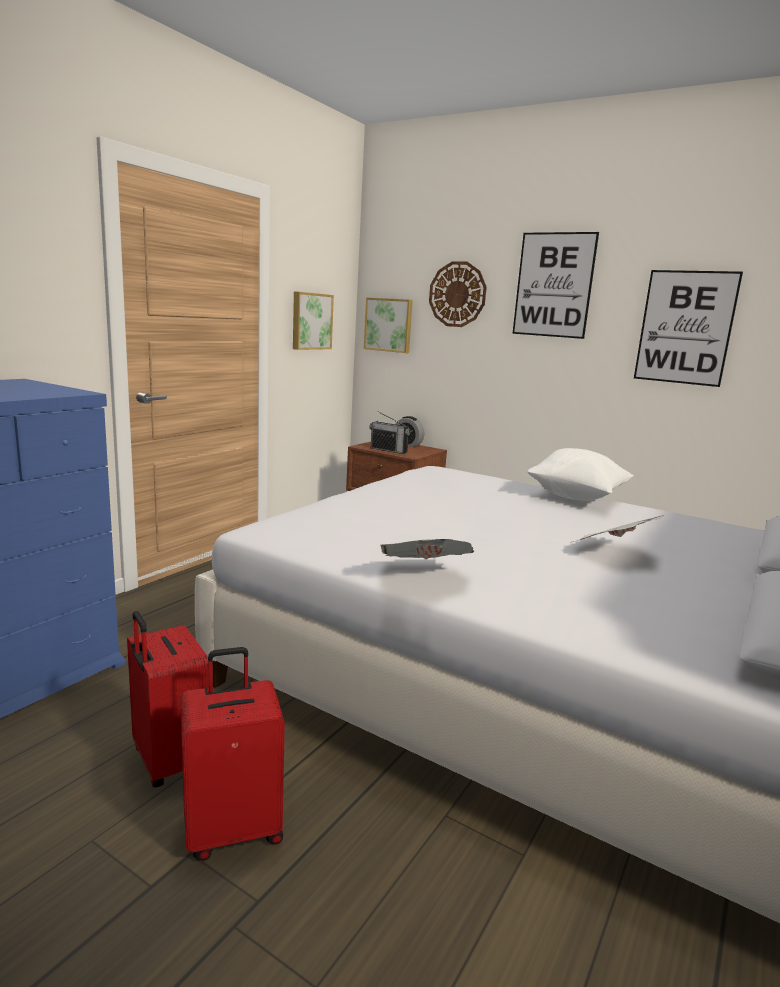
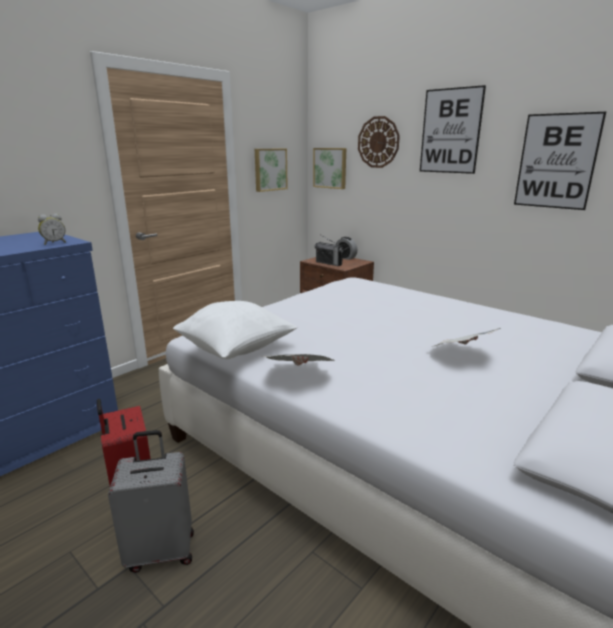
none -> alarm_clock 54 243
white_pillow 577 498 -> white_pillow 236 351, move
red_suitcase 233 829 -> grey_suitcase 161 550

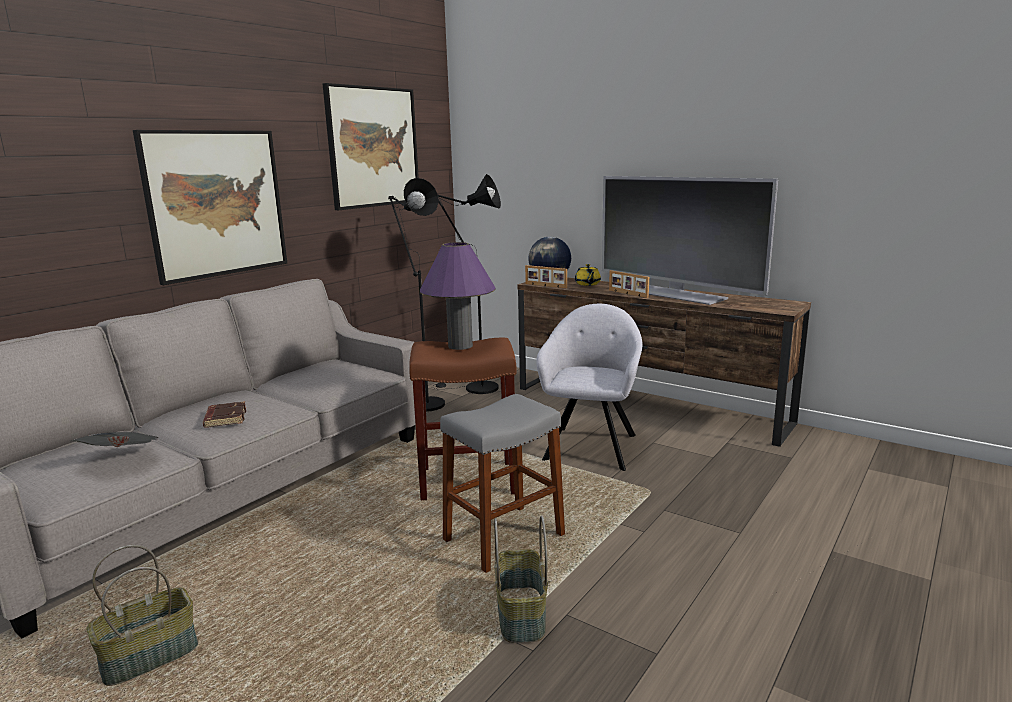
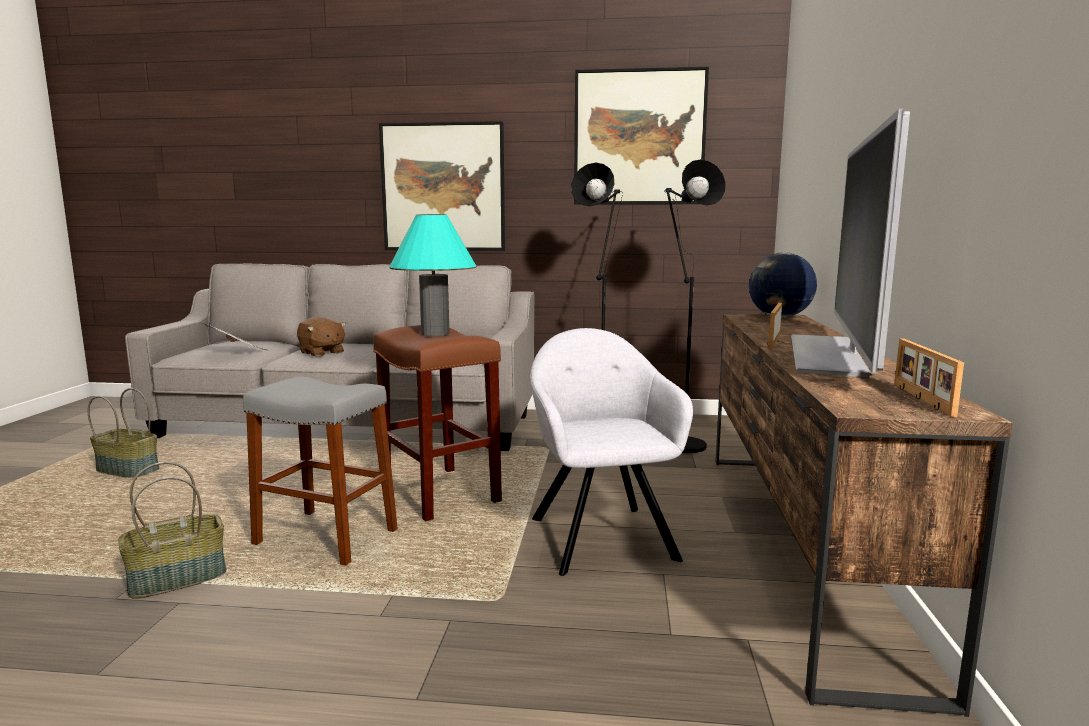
yellow_teapot 587 284 -> none
picture_frame 545 286 -> picture_frame 920 399, move
brown_book 225 418 -> brown_plush_toy 321 353
purple_table_lamp 460 346 -> turquoise_table_lamp 435 333
grey_armchair 591 445 -> grey_armchair 600 534, 90 degrees counterclockwise

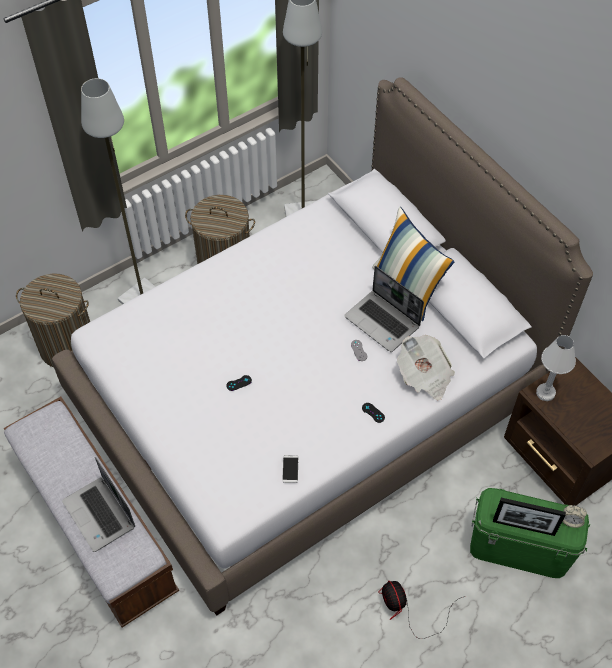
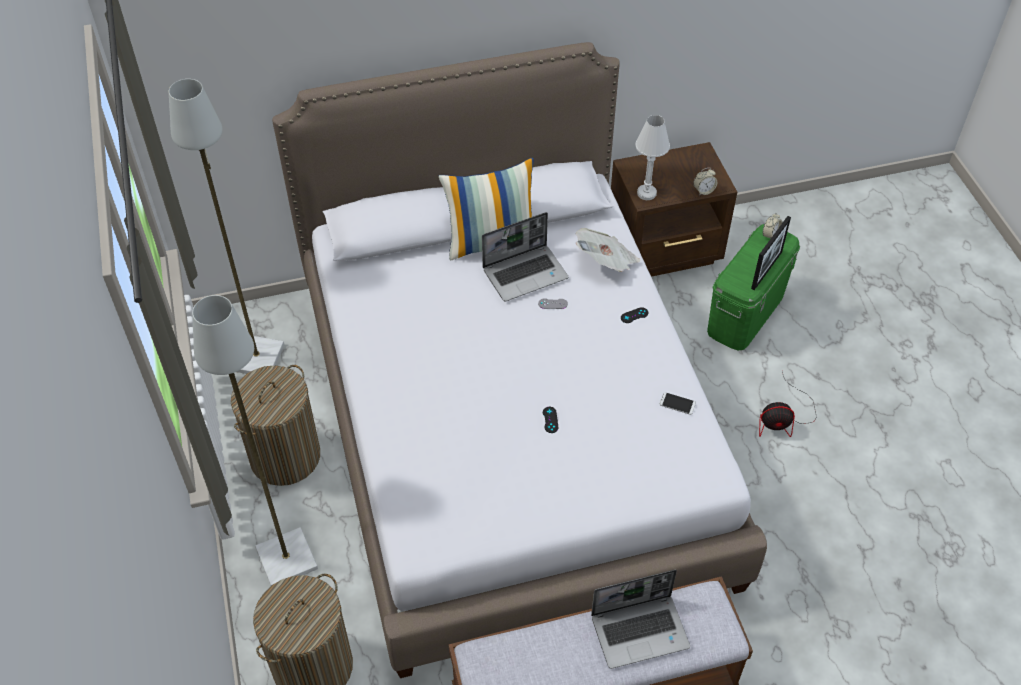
none -> alarm_clock 703 191

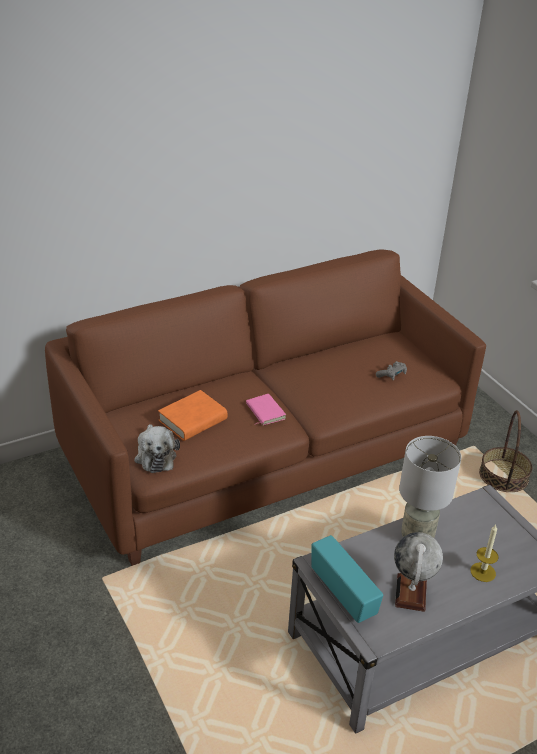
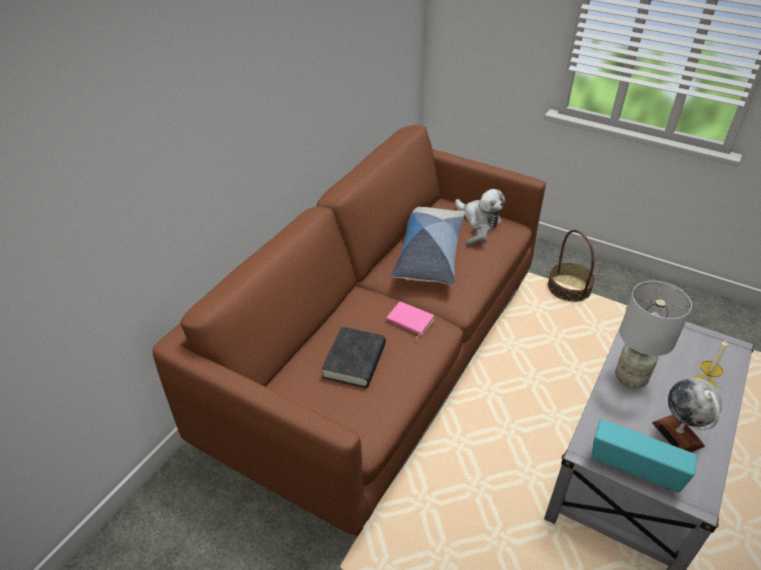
none -> pillow 428 253
plush_toy 155 456 -> plush_toy 479 218, move
orange_book 193 420 -> black_book 354 361

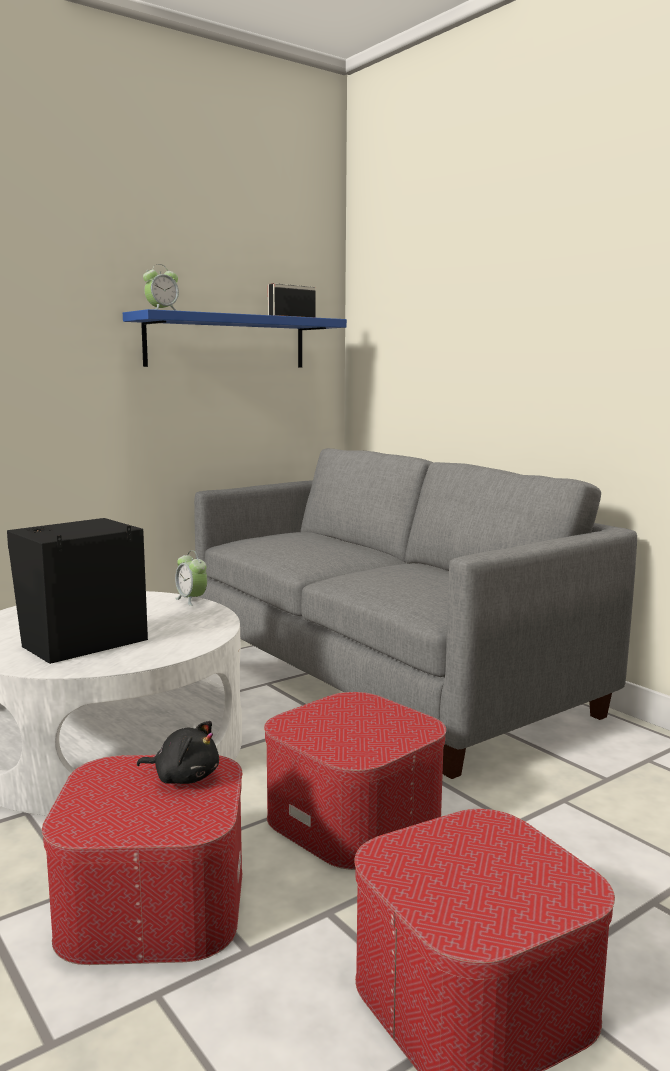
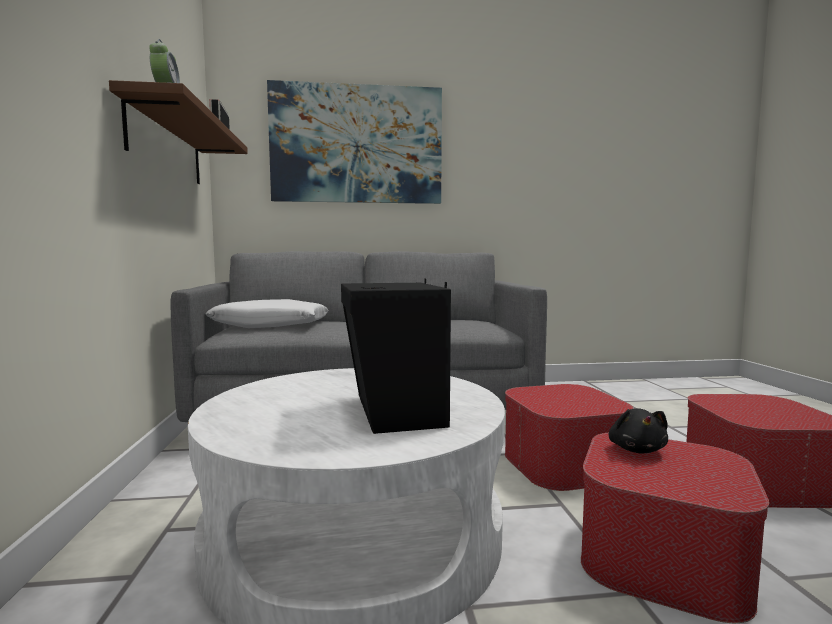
alarm_clock 191 600 -> none
none -> white_pillow 270 325
none -> picture 357 144
blue_shelf 226 342 -> brown_shelf 166 145
black_plush_toy 184 777 -> black_plush_toy 636 449, 135 degrees clockwise

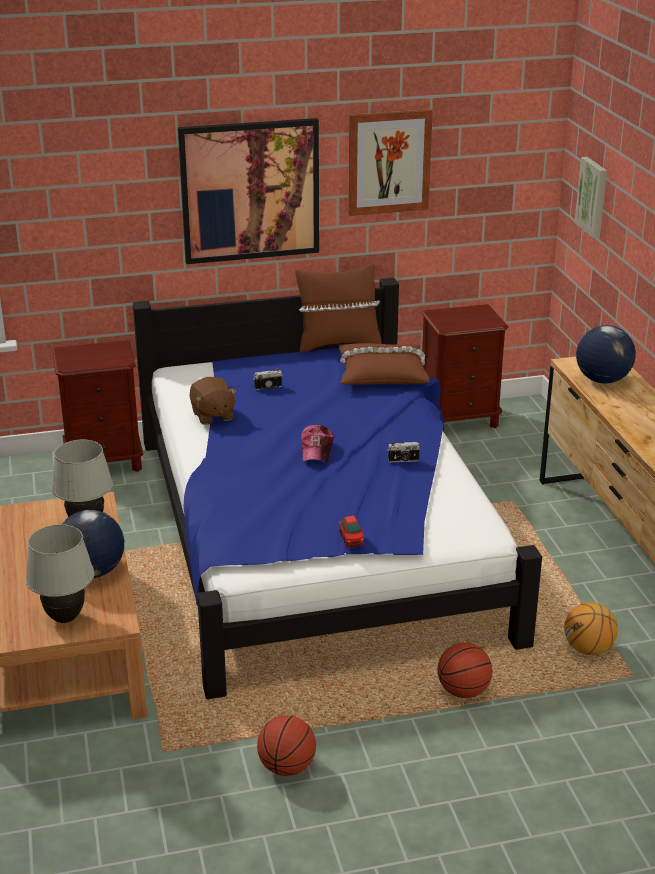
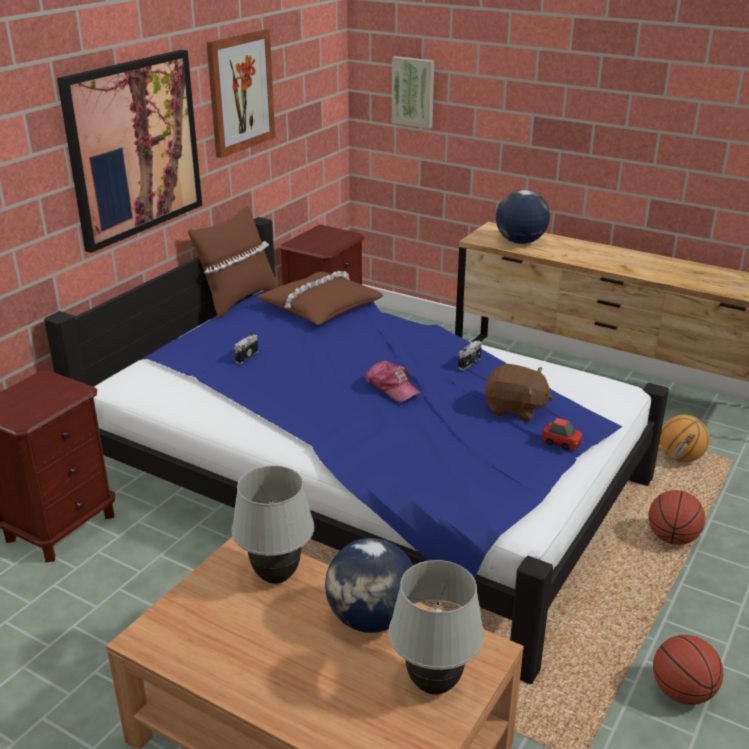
brown_plush_toy 212 416 -> brown_plush_toy 515 409, move

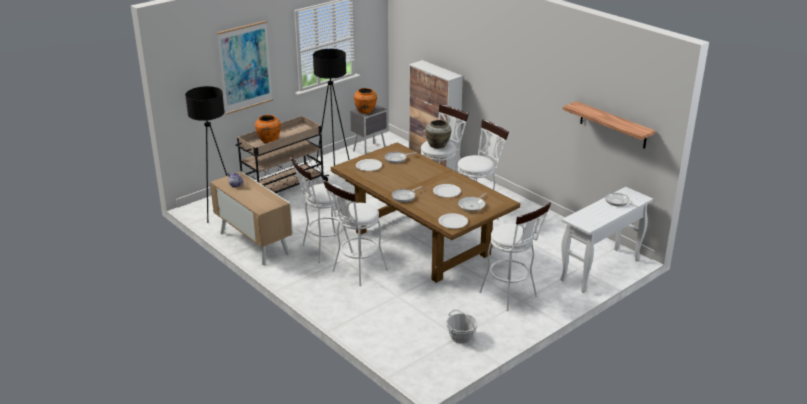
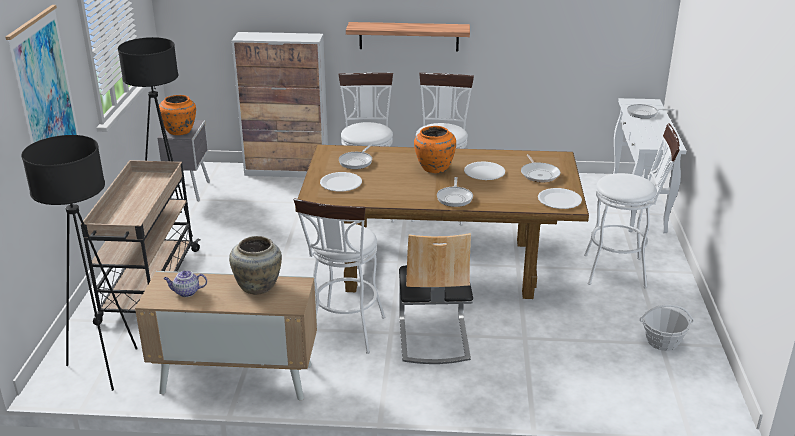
orange_vase 269 140 -> orange_vase 434 168, move
beige_vase 438 145 -> beige_vase 258 286, move
shelf 613 125 -> shelf 409 36, move
white_stool 357 272 -> chair 433 337

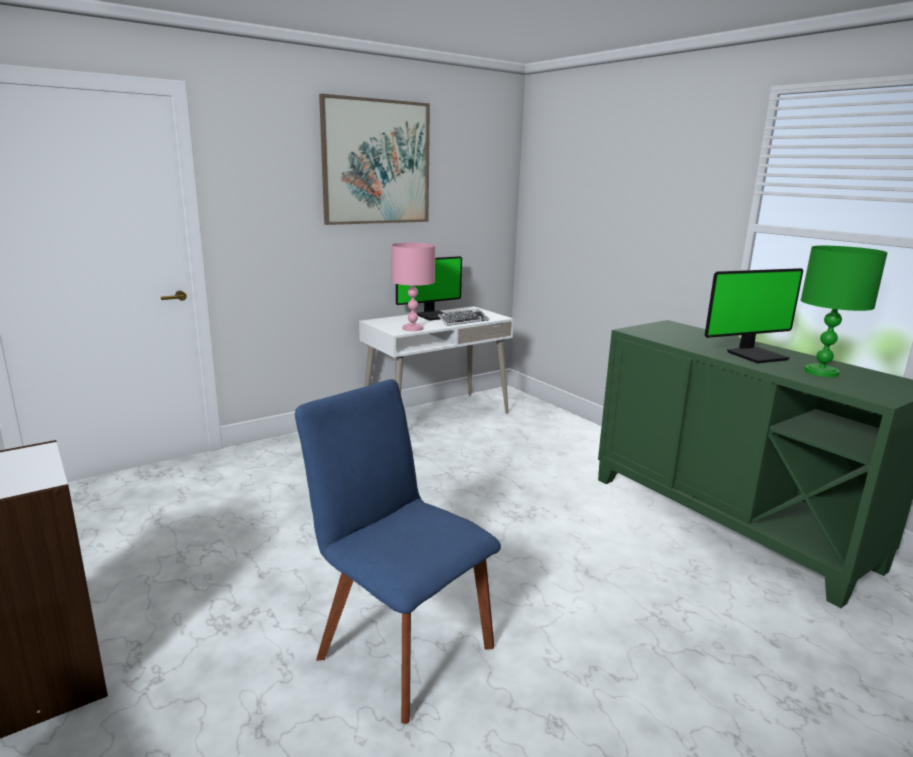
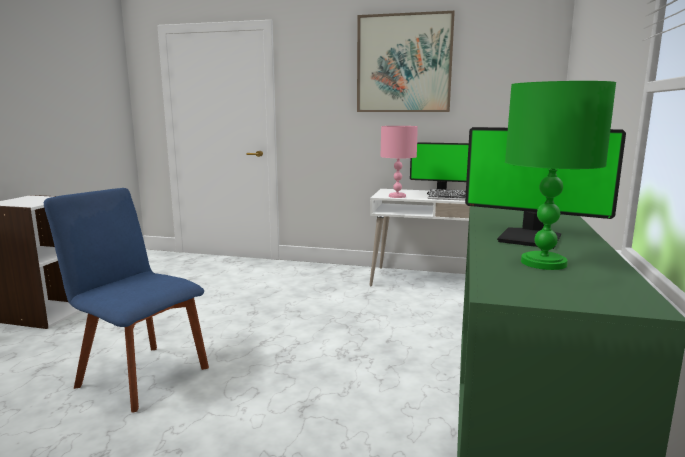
blue_chair 400 647 -> blue_chair 140 375, 60 degrees counterclockwise

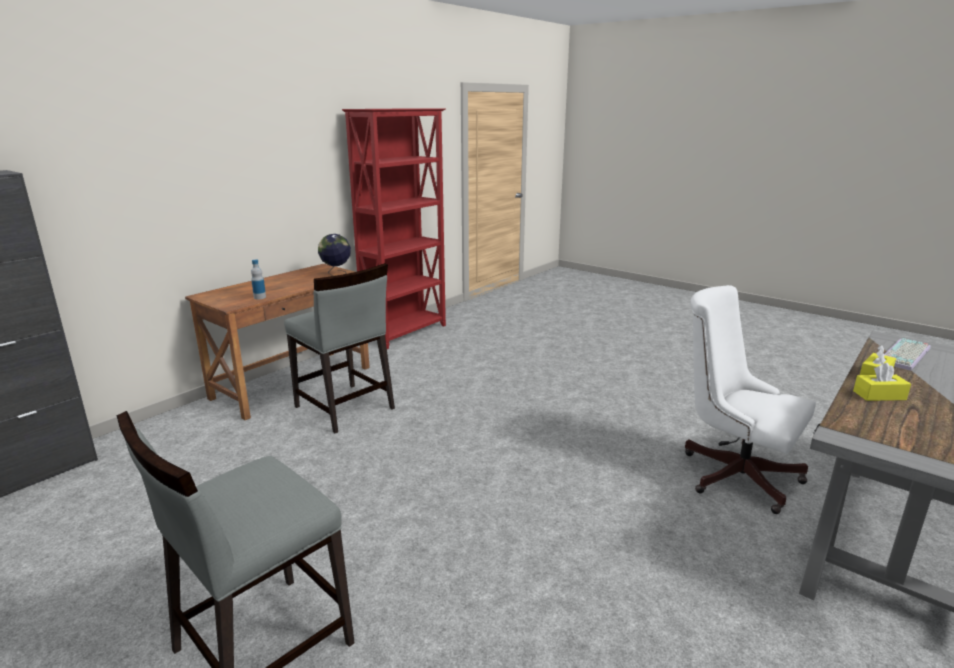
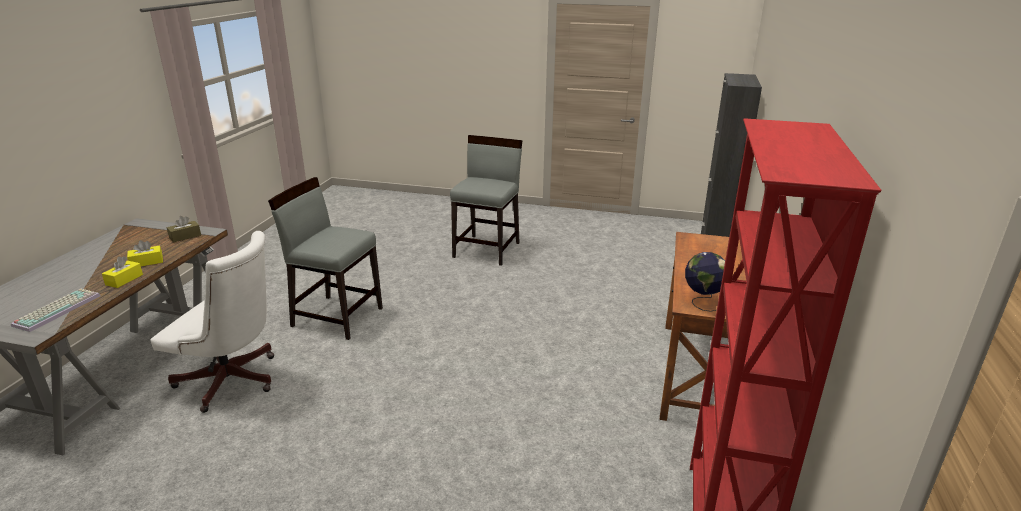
bottle 260 297 -> none
none -> brown_tissue_box 185 236
grey_chair 344 408 -> grey_chair 337 316, move

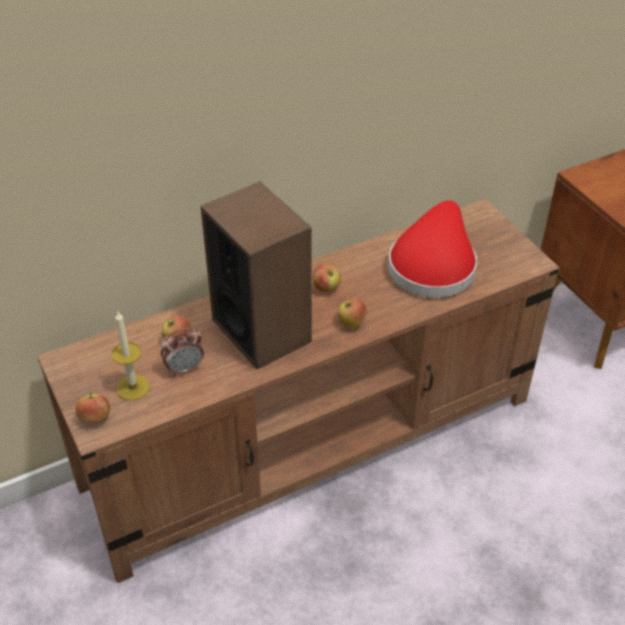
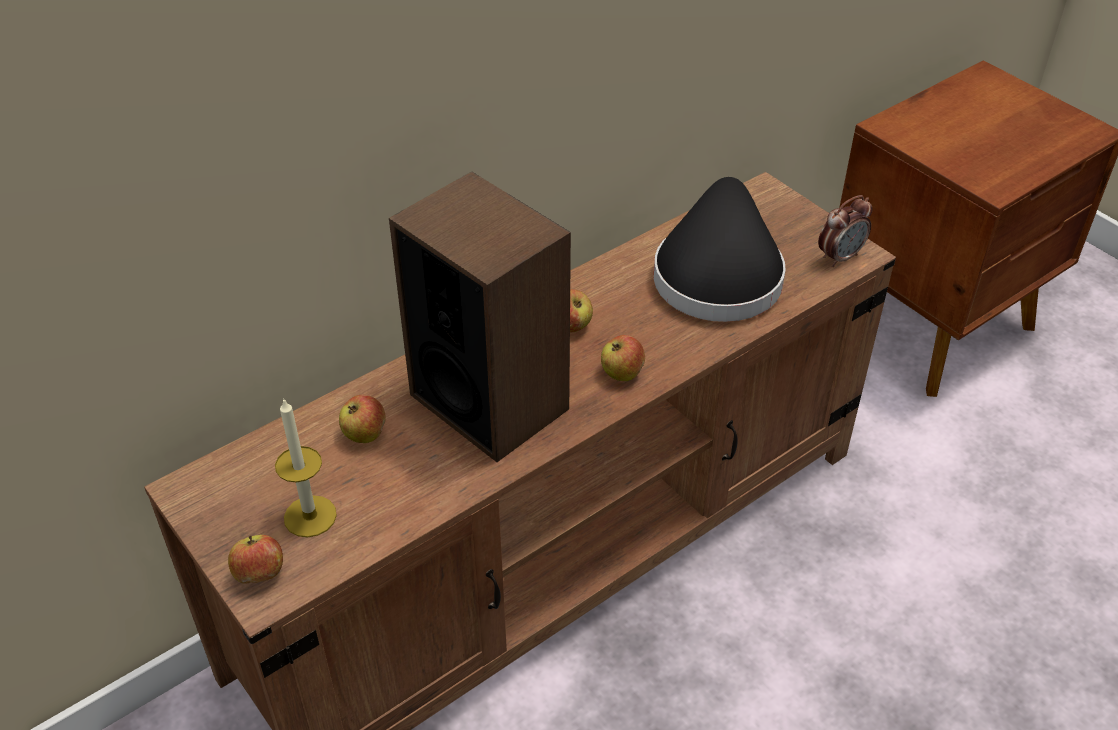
alarm_clock 184 369 -> alarm_clock 840 257, move
red_hat 433 265 -> black_hat 717 274

